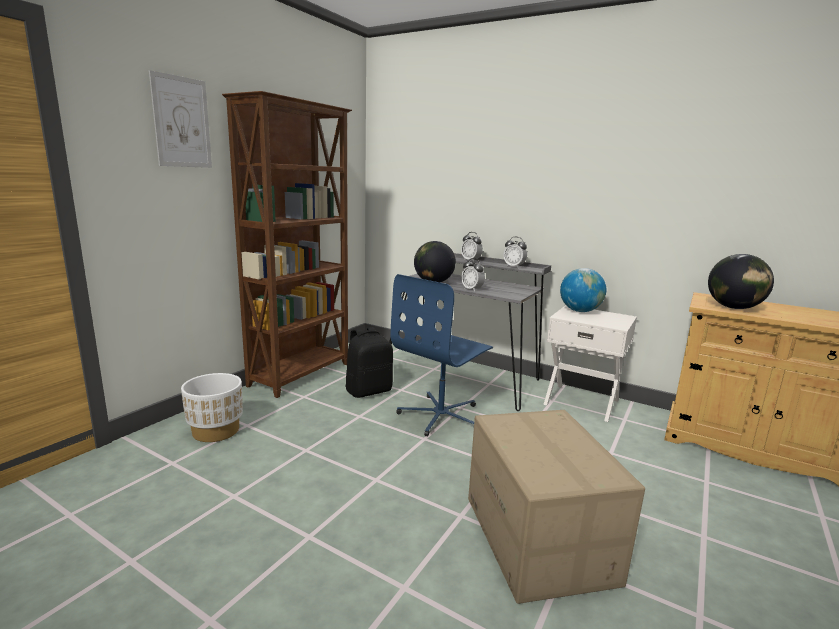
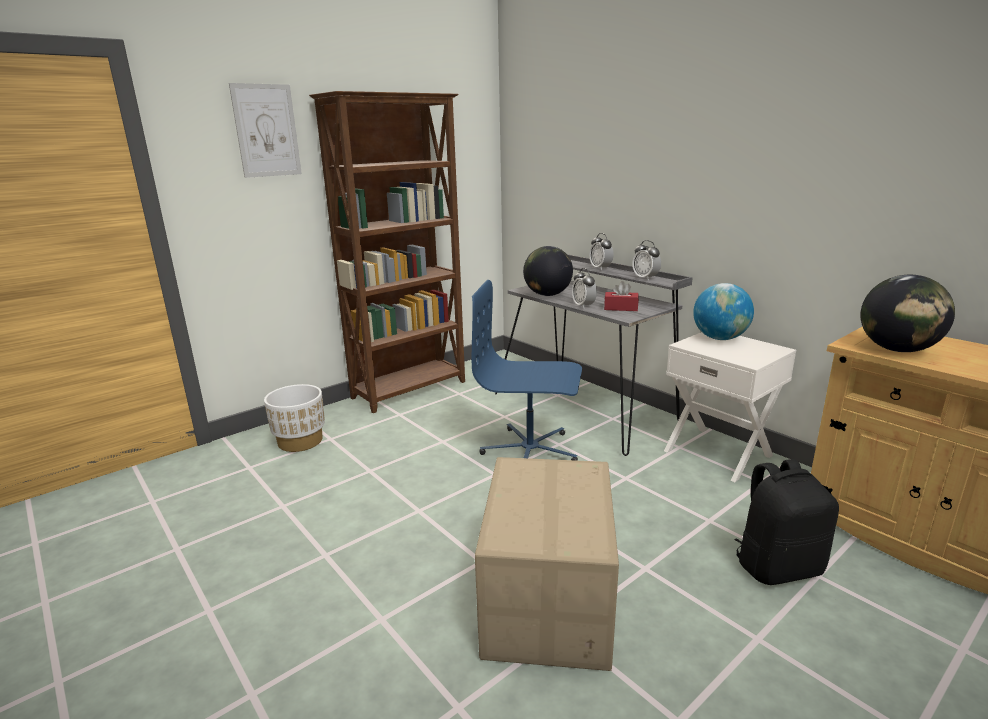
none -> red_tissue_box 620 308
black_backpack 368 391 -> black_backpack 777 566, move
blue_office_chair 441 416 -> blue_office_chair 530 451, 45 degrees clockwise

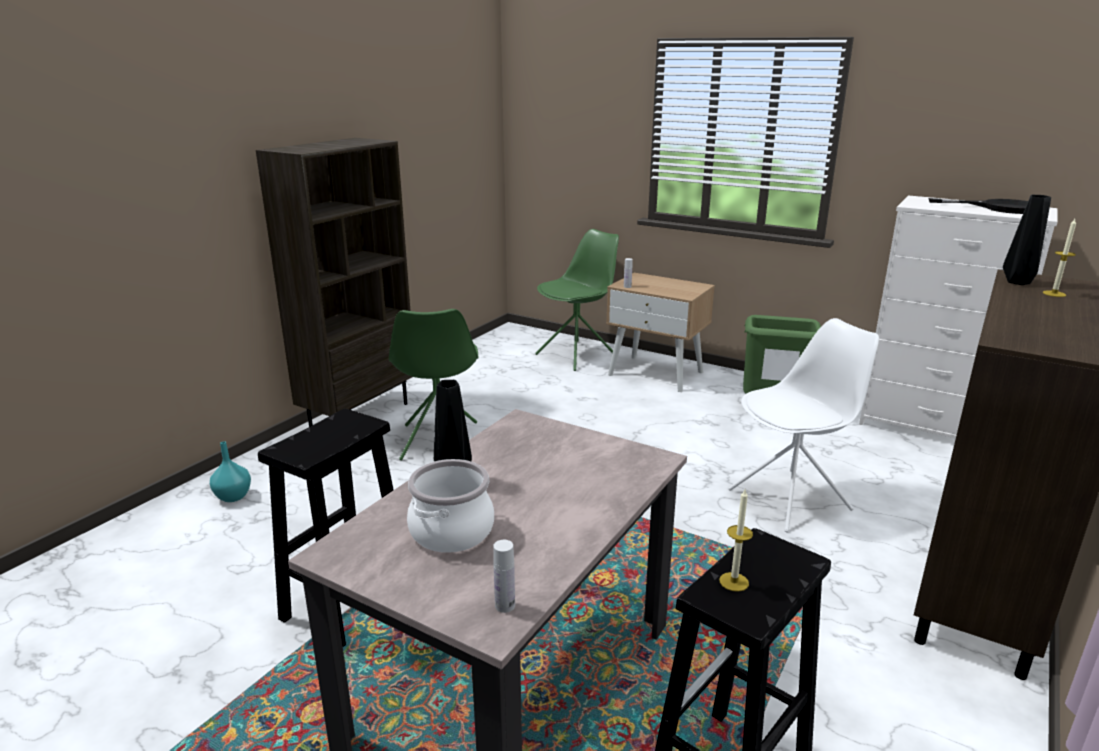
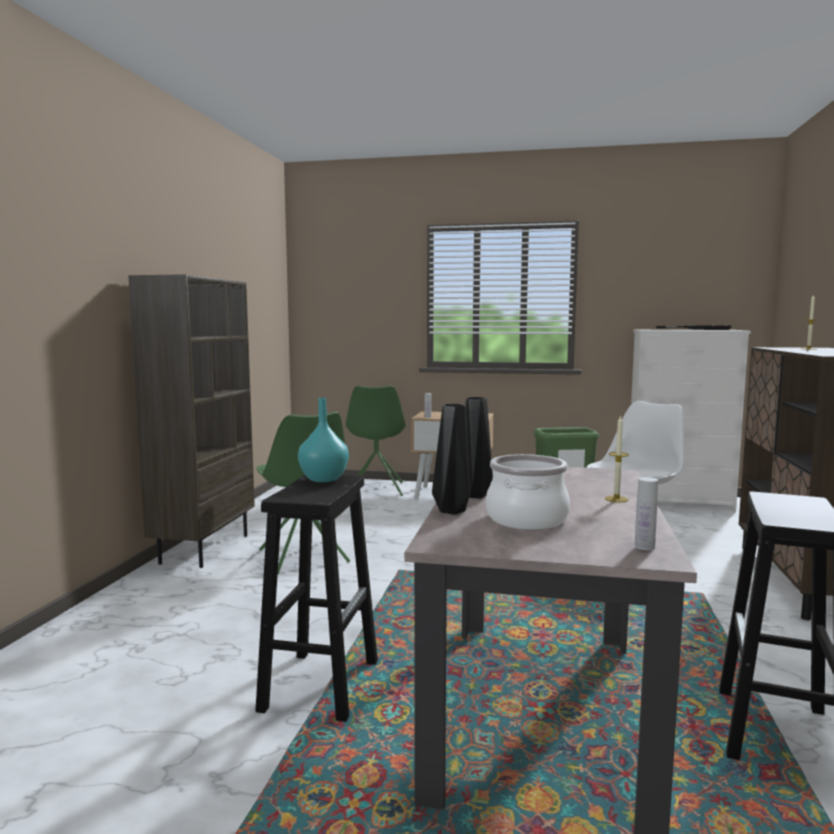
turquoise_vase 232 496 -> turquoise_vase 322 479, move
candle 734 582 -> candle 616 499, move
black_vase 1016 282 -> black_vase 450 511, move
green_chair 577 355 -> green_chair 376 489, 150 degrees clockwise

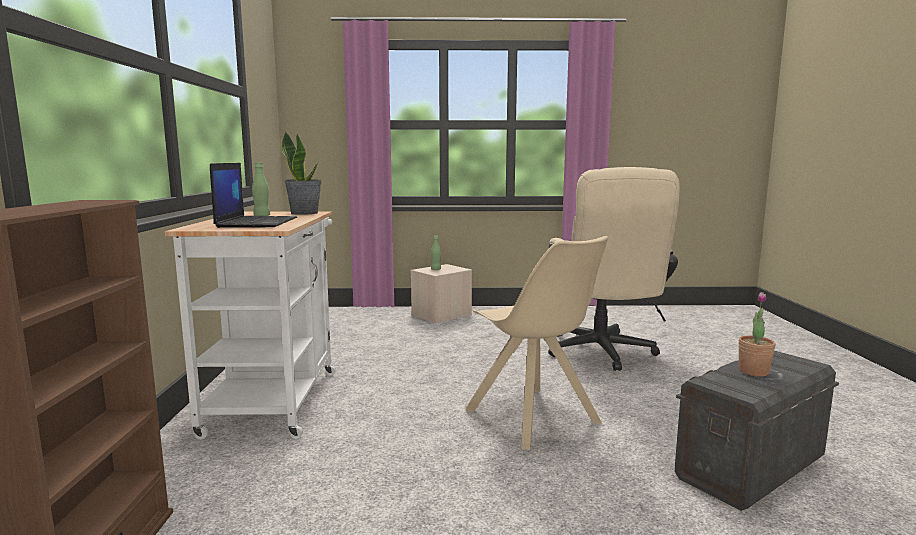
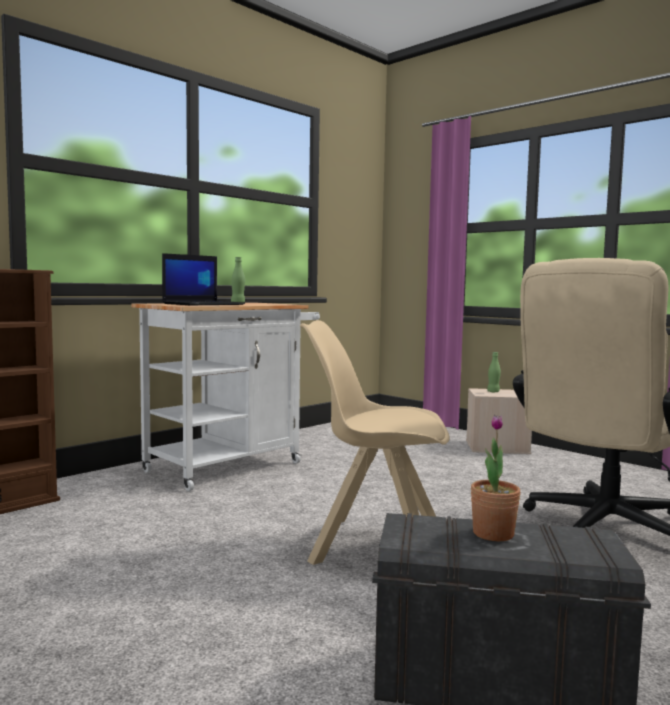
potted_plant 304 213 -> none
beige_chair 534 418 -> beige_chair 374 545, 90 degrees clockwise

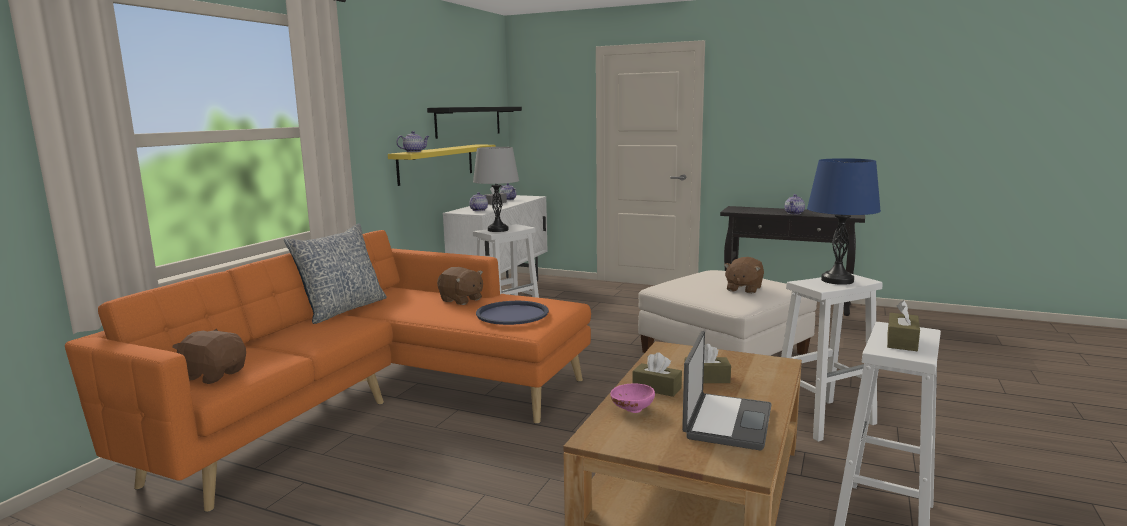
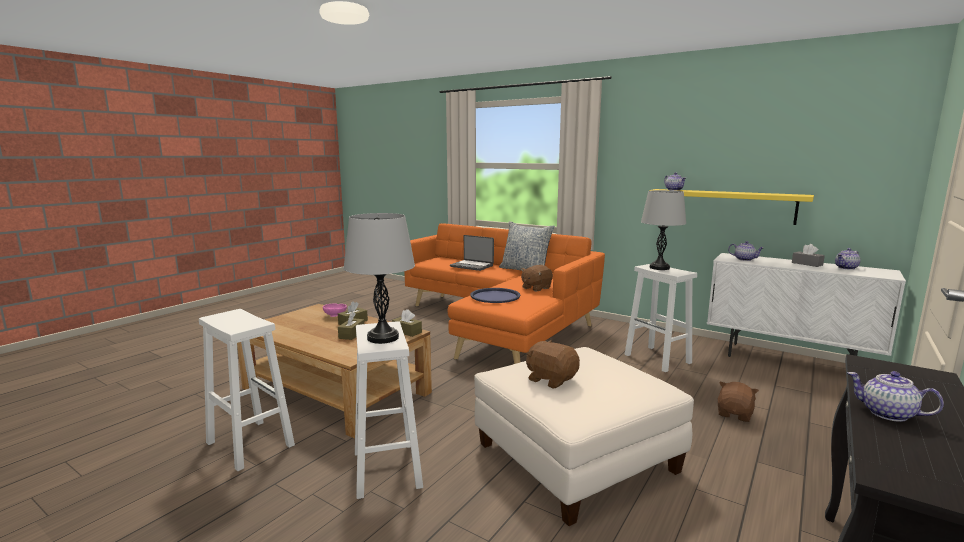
black_shelf 469 121 -> none
brown_plush_toy 214 375 -> brown_plush_toy 735 414, move
laptop 726 422 -> laptop 472 266, move
brown_tissue_box 902 341 -> brown_tissue_box 407 332, move
blue_table_lamp 837 280 -> grey_table_lamp 383 338

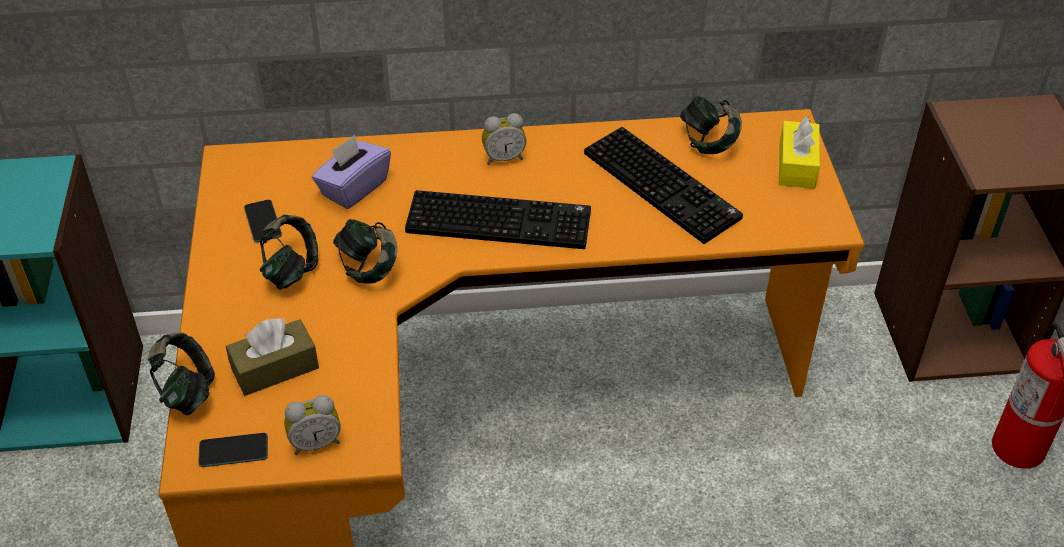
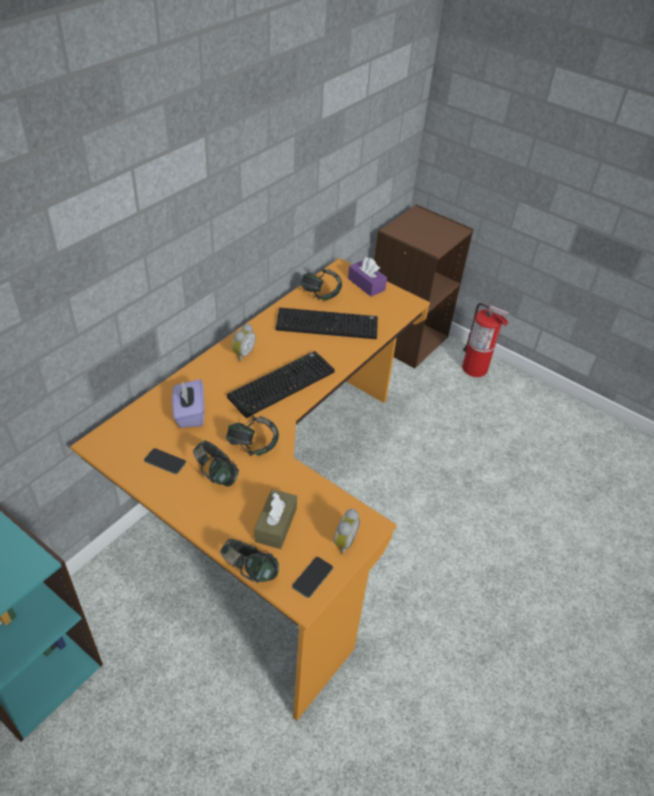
yellow_tissue_box 797 165 -> purple_tissue_box 366 284

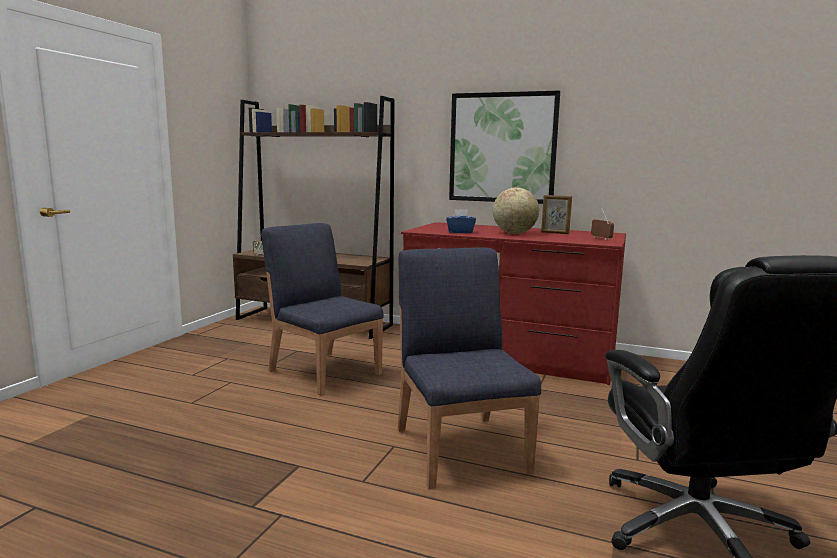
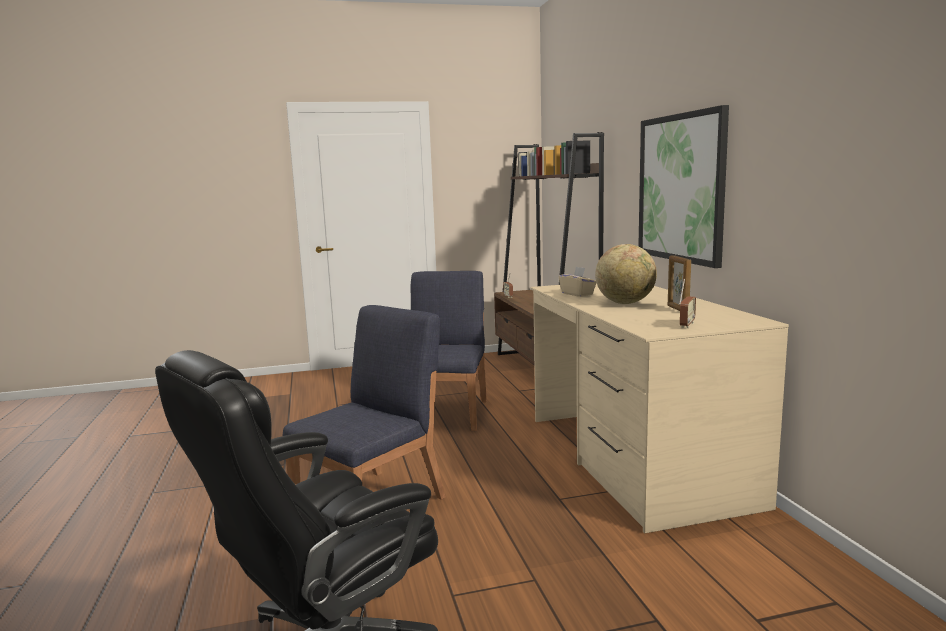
red_desk 510 353 -> beige_desk 634 458
blue_tissue_box 460 232 -> beige_tissue_box 577 294

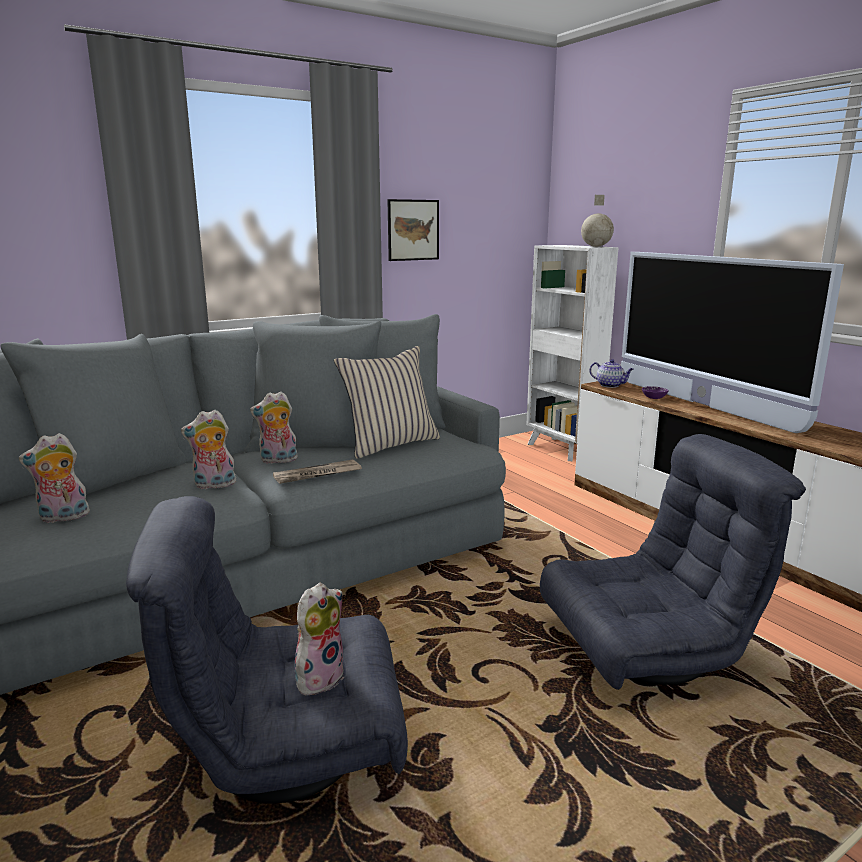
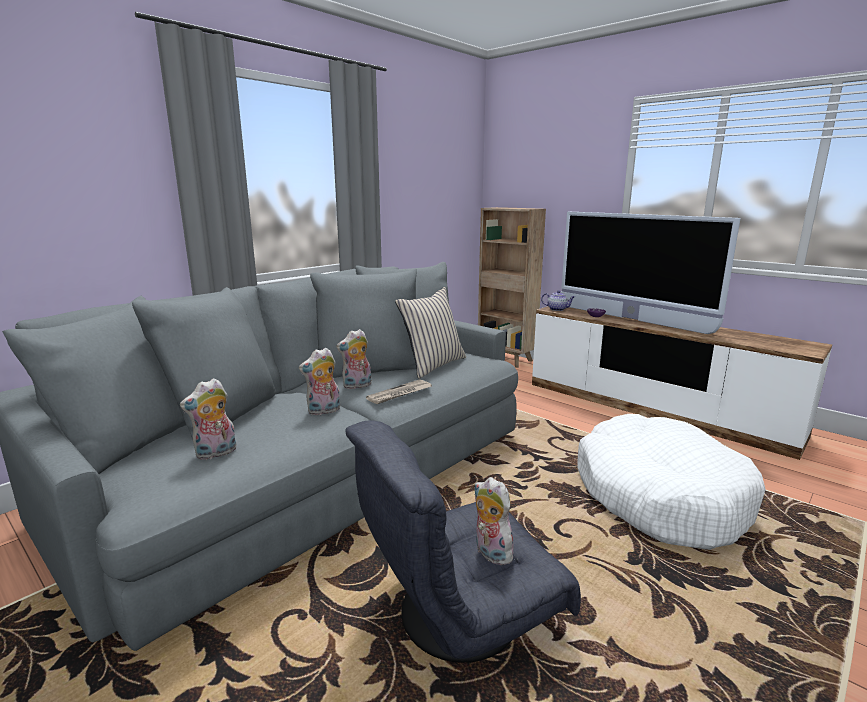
picture 413 230 -> none
globe 595 246 -> none
grey_armchair 648 651 -> white_dog_bed 659 496
white_bookcase 562 449 -> brown_bookcase 506 359
plush_toy 319 677 -> plush_toy 490 553, 60 degrees counterclockwise

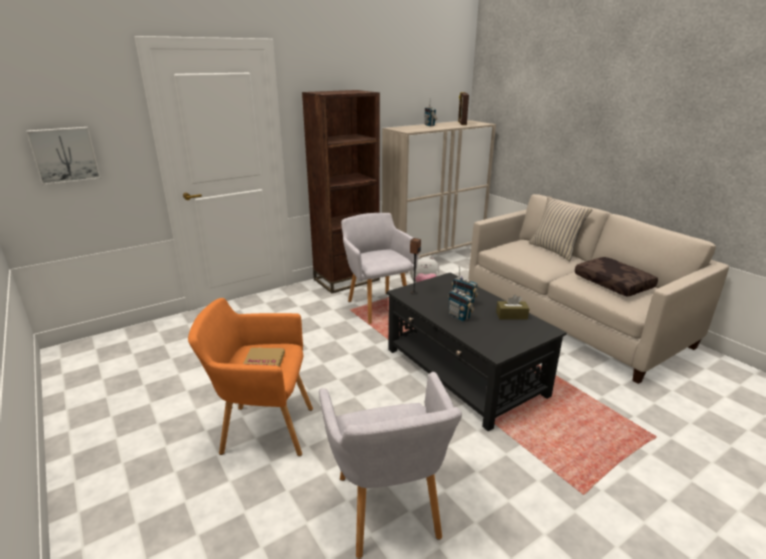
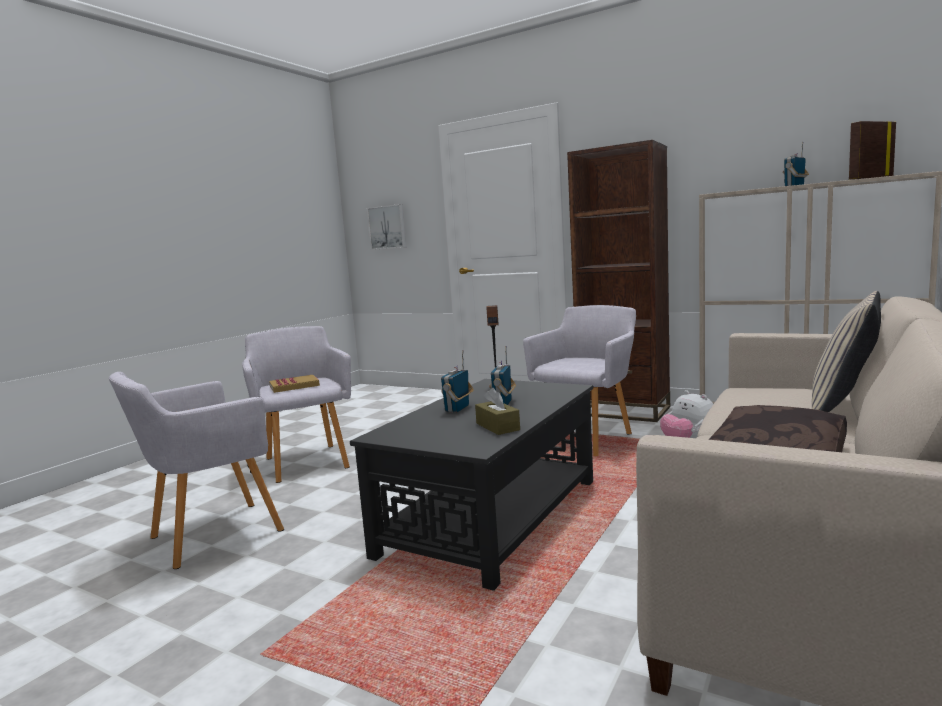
orange_armchair 263 429 -> grey_armchair 306 461

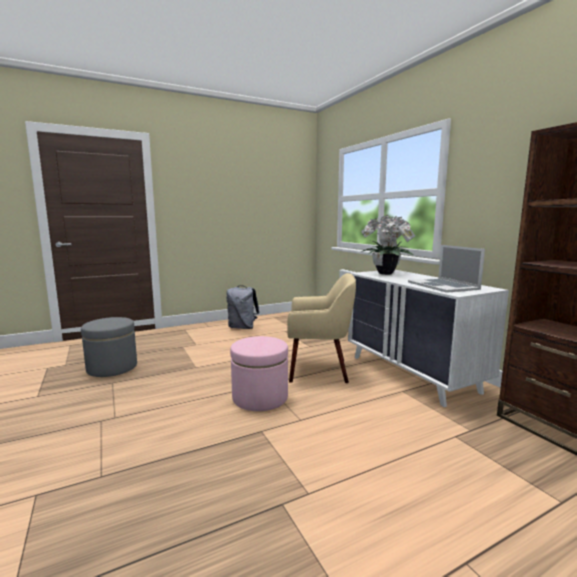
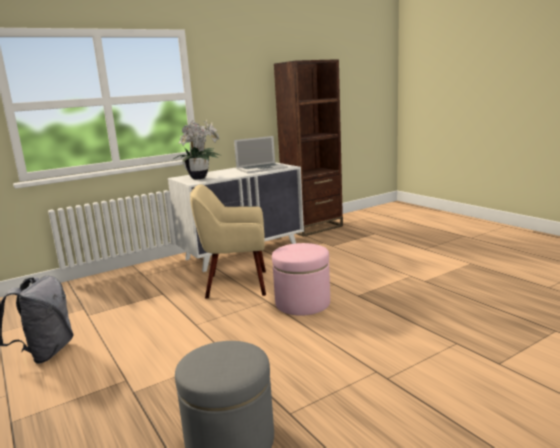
beige_armchair 319 370 -> beige_armchair 235 284, 90 degrees counterclockwise

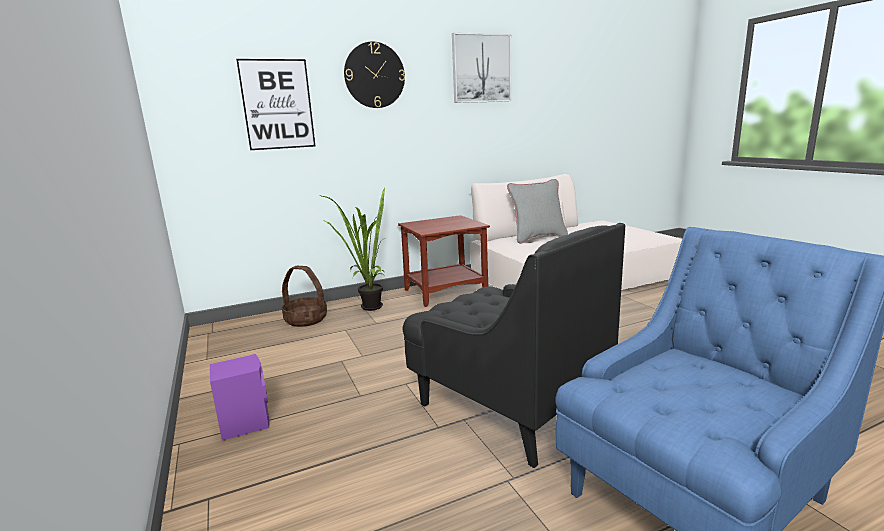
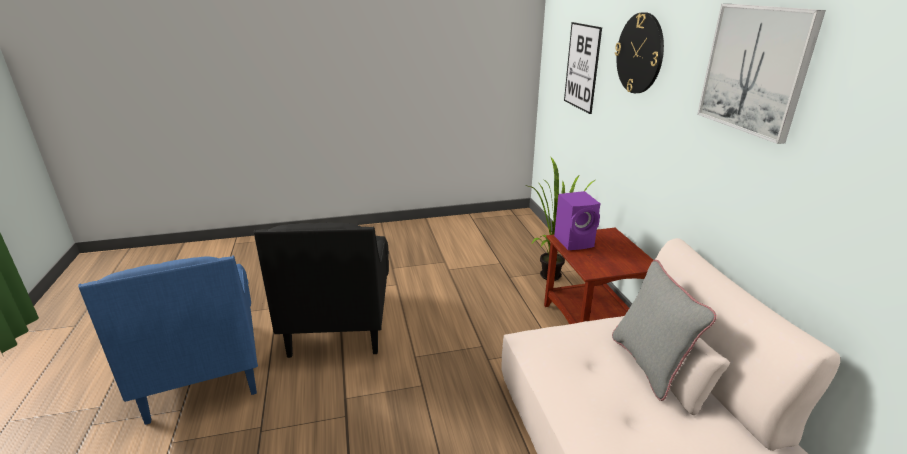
basket 306 319 -> none
purple_speaker 245 423 -> purple_speaker 575 241, move
black_armchair 507 406 -> black_armchair 340 321, 60 degrees counterclockwise

